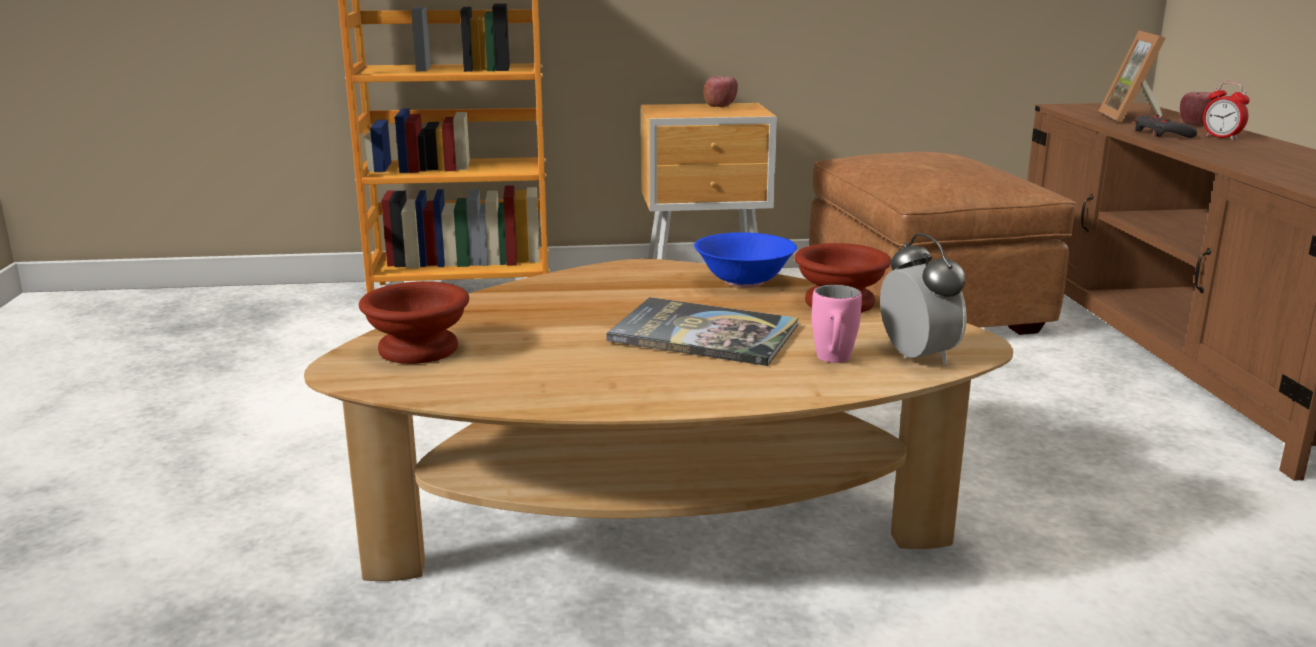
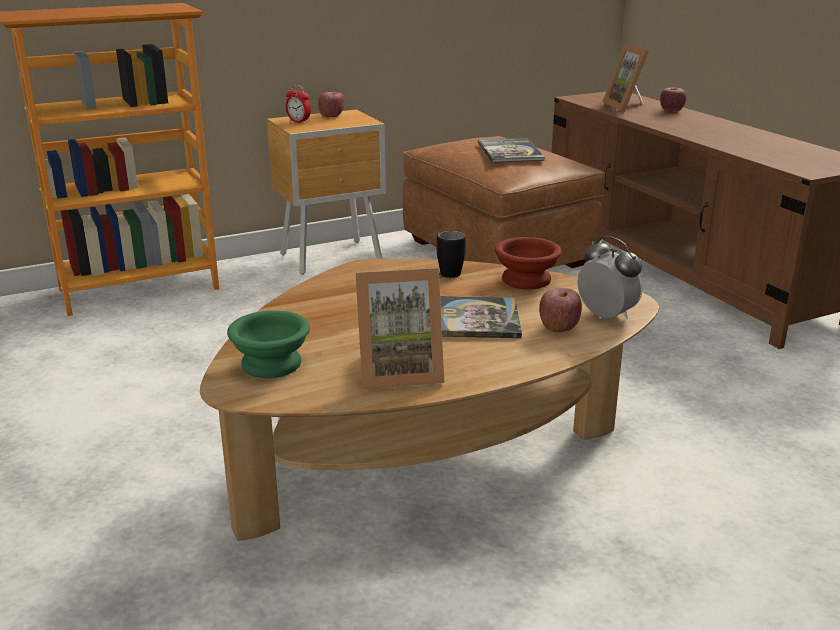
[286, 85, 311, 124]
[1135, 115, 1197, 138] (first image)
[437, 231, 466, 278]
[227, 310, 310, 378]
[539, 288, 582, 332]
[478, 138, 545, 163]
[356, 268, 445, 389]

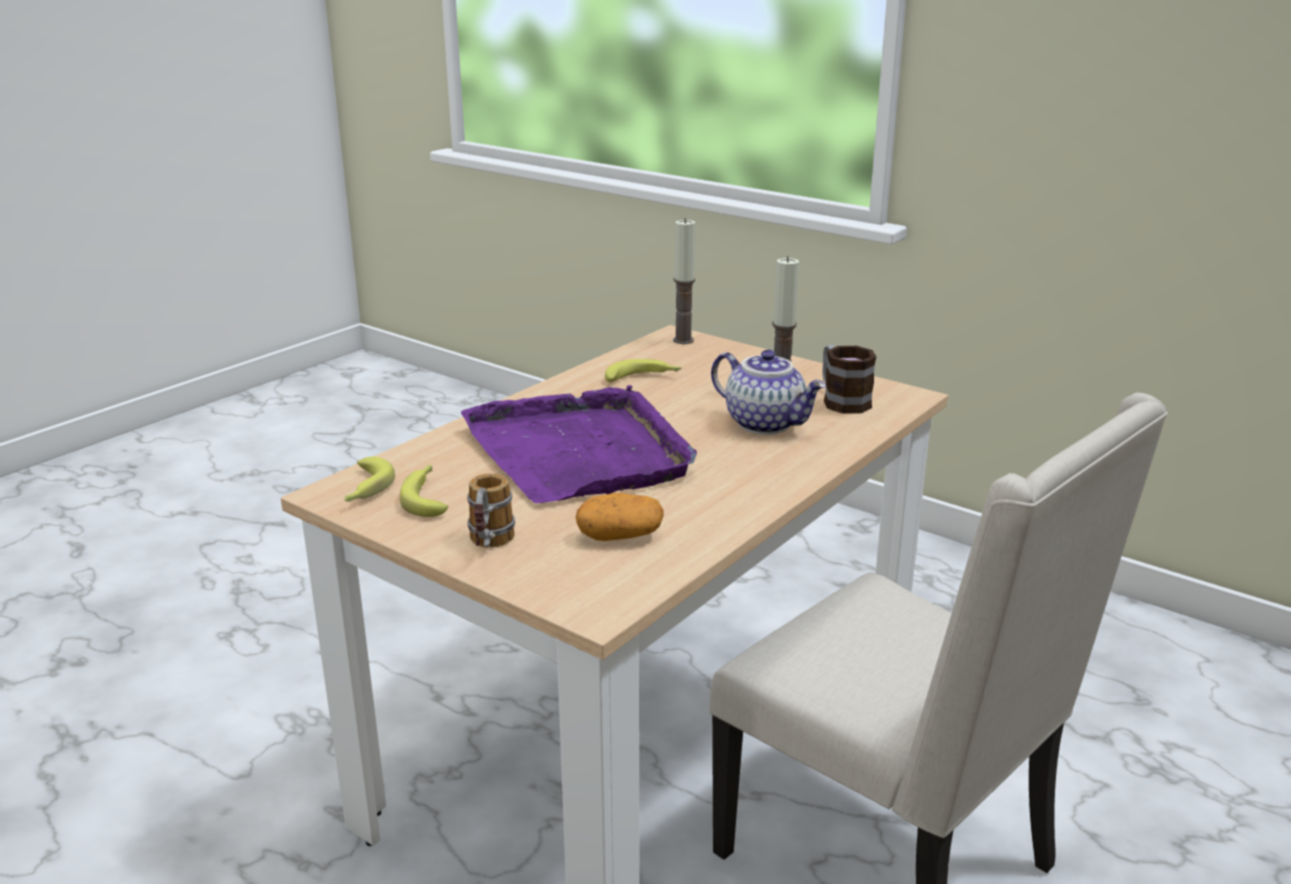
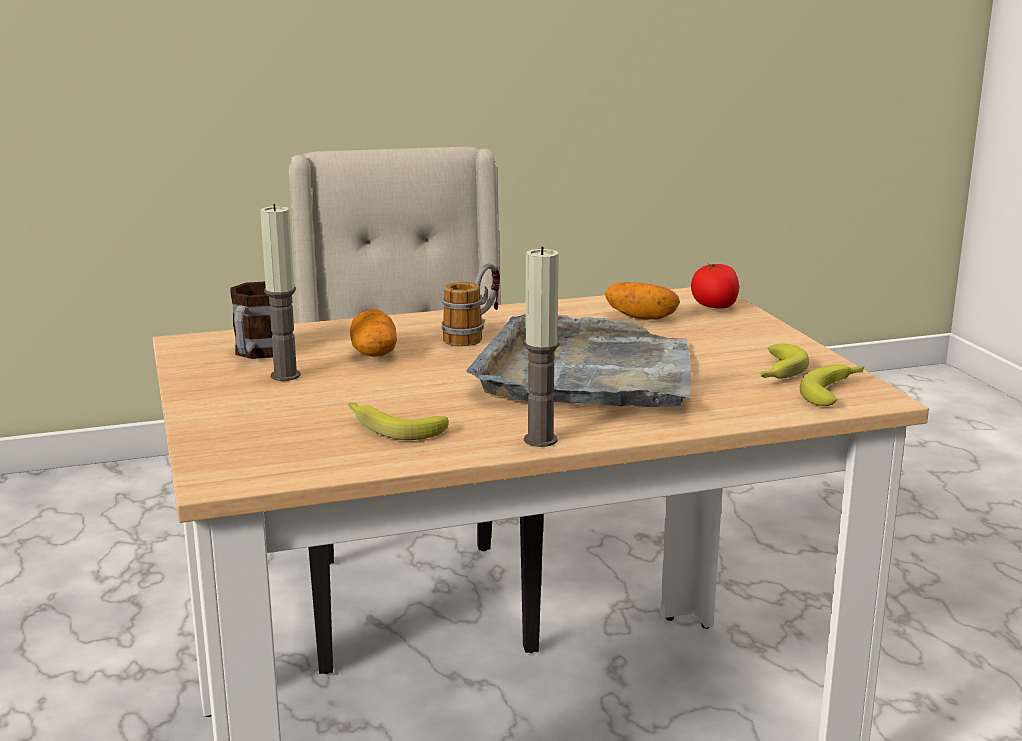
[524, 246, 559, 447]
[350, 309, 397, 357]
[466, 314, 691, 407]
[441, 263, 500, 346]
[691, 264, 739, 309]

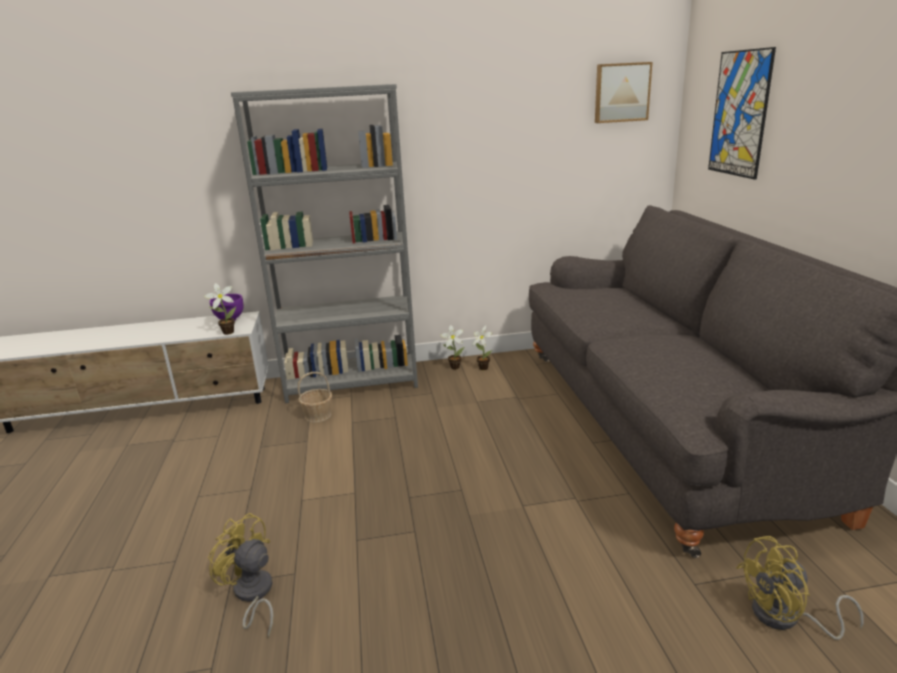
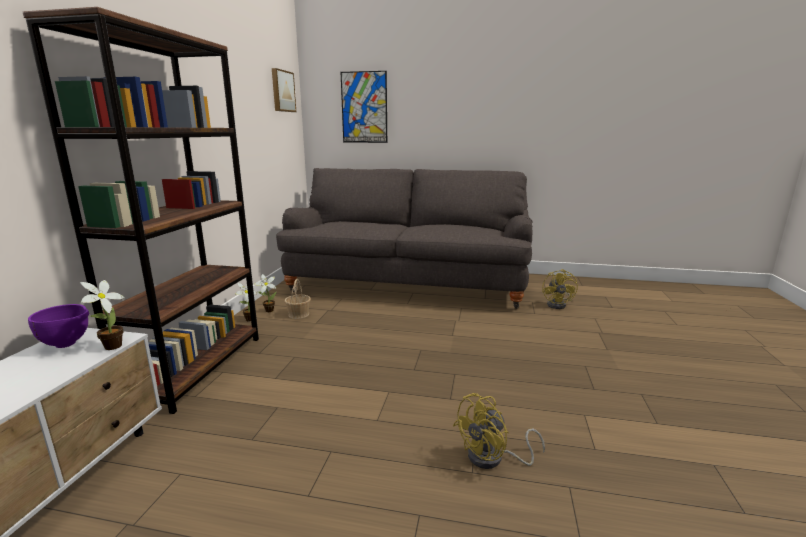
[22, 7, 259, 414]
[285, 279, 311, 319]

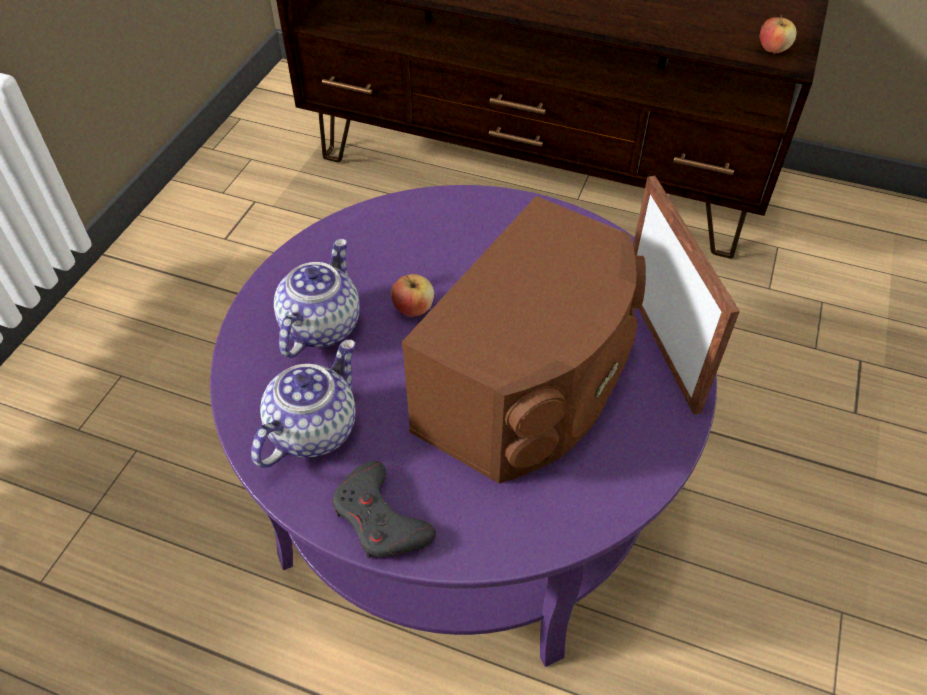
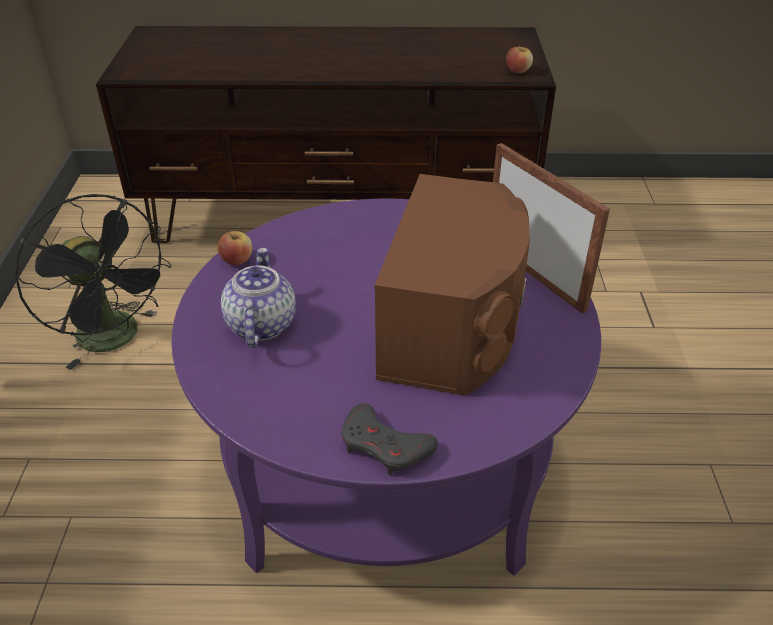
[217, 231, 252, 265]
[251, 339, 356, 468] (first image)
[15, 194, 172, 370]

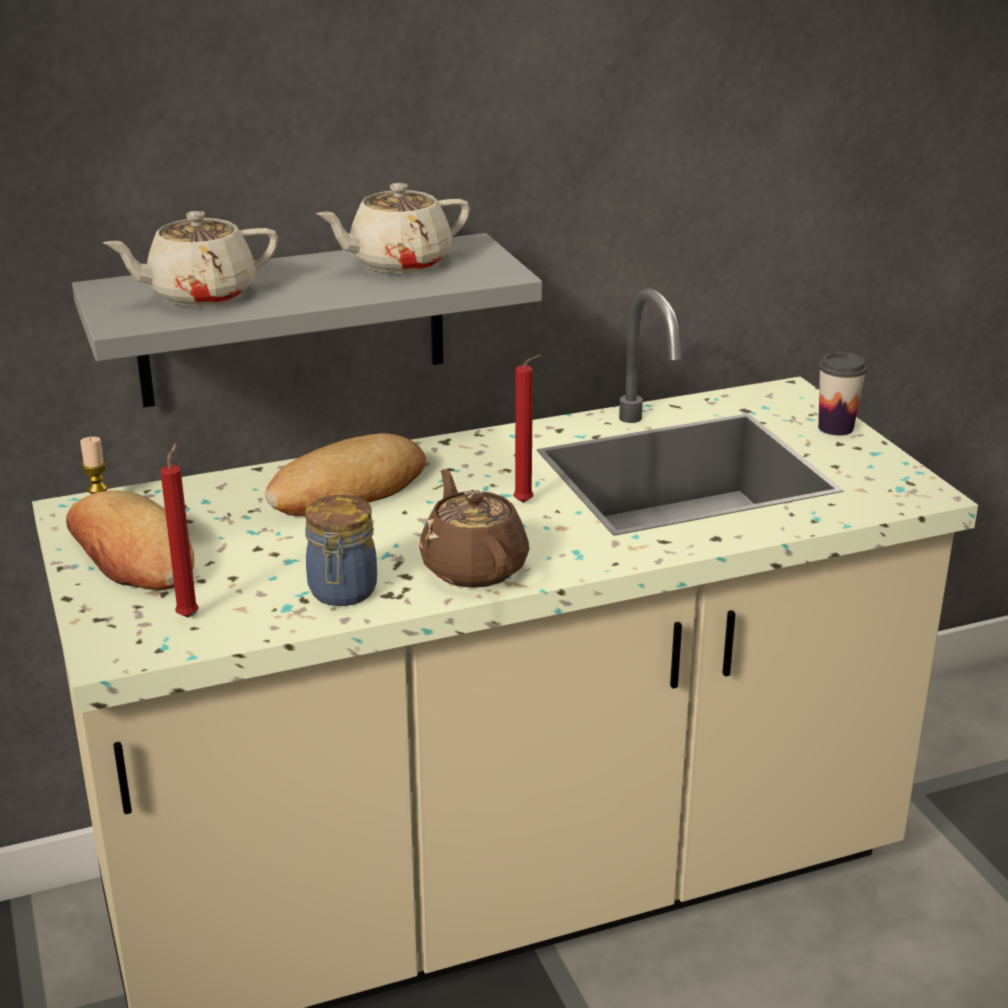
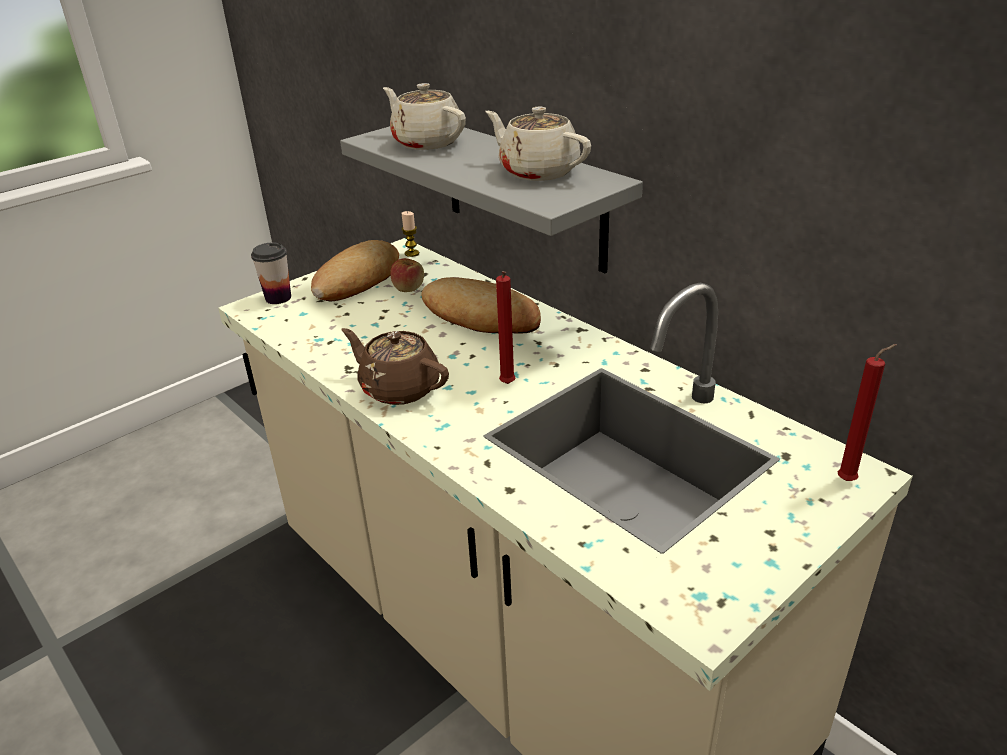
[251, 242, 291, 304]
[838, 344, 897, 481]
[342, 328, 449, 405]
[305, 495, 377, 606] (first image)
[390, 258, 424, 292]

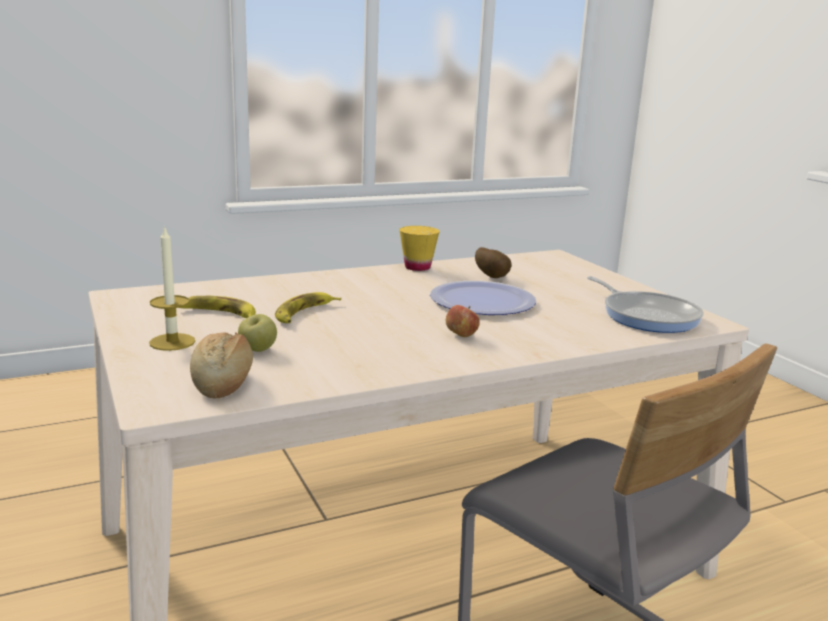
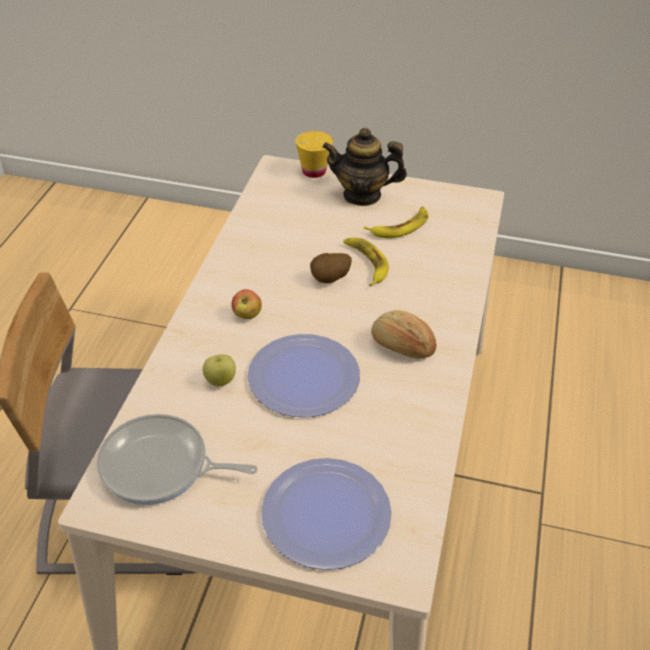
[322, 128, 407, 206]
[296, 131, 333, 178]
[310, 253, 352, 283]
[203, 354, 236, 386]
[371, 310, 436, 358]
[261, 458, 392, 570]

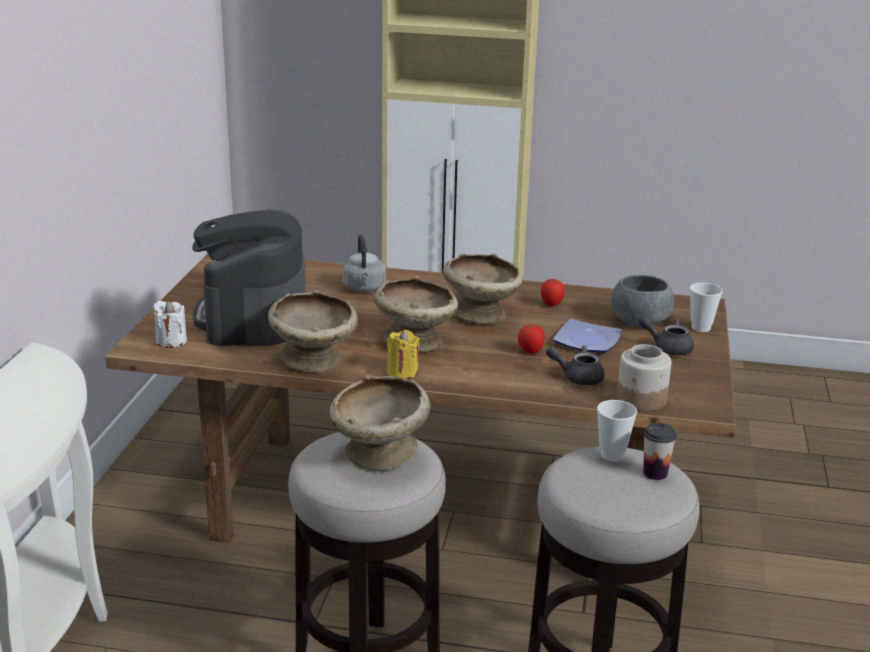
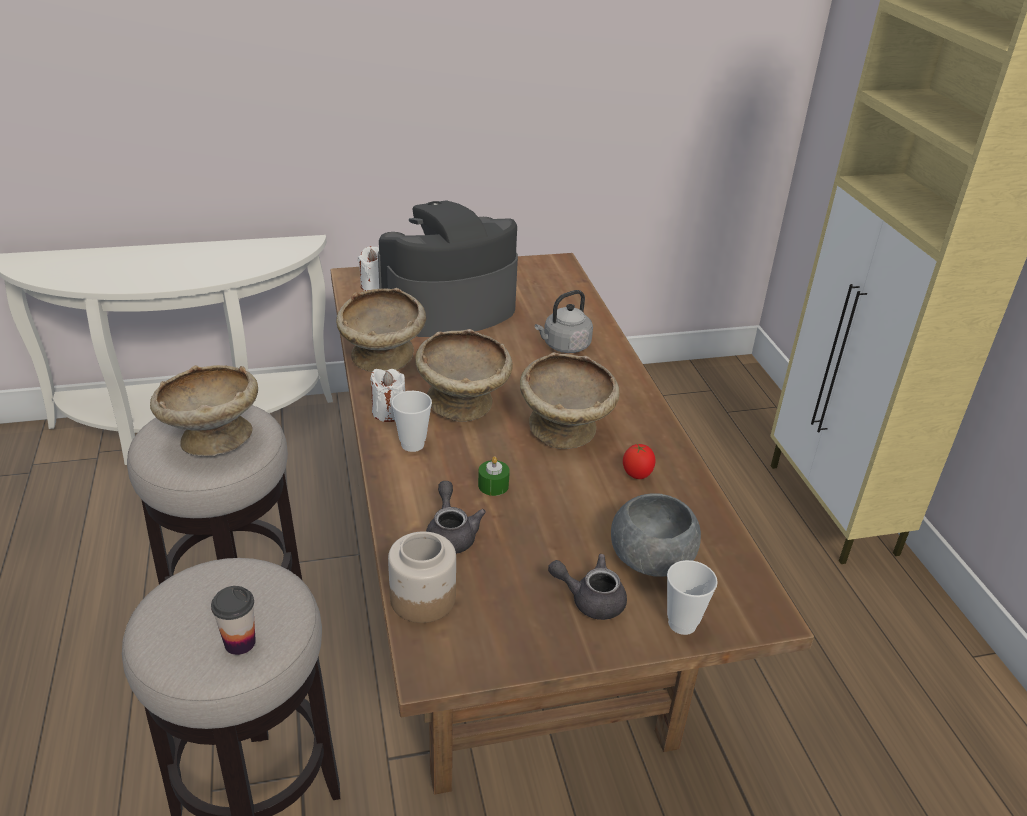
[548, 554, 627, 620]
[553, 319, 622, 353] (first image)
[478, 456, 510, 496]
[370, 369, 405, 422]
[391, 391, 432, 452]

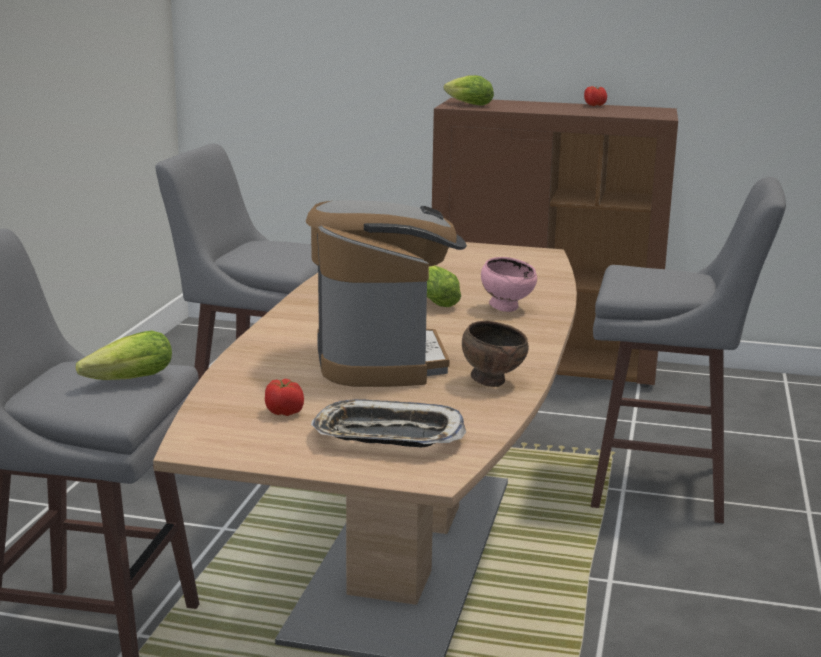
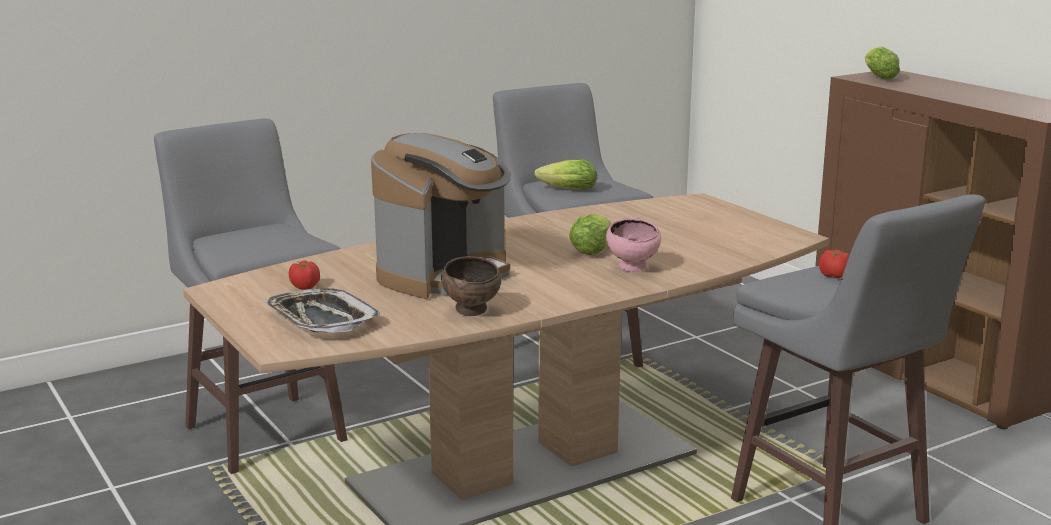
[819, 250, 849, 278]
[534, 159, 597, 190]

